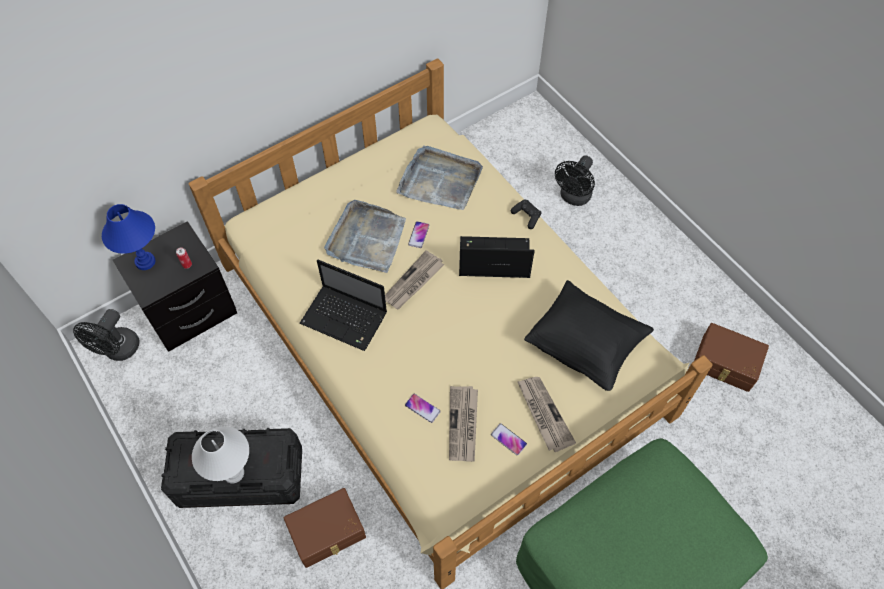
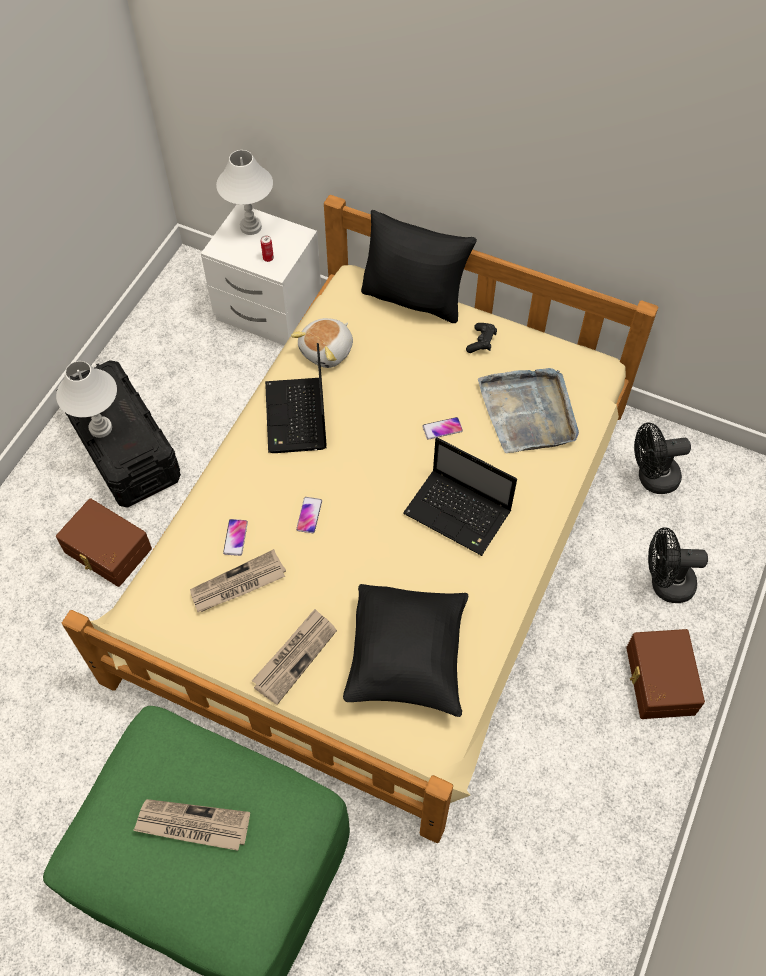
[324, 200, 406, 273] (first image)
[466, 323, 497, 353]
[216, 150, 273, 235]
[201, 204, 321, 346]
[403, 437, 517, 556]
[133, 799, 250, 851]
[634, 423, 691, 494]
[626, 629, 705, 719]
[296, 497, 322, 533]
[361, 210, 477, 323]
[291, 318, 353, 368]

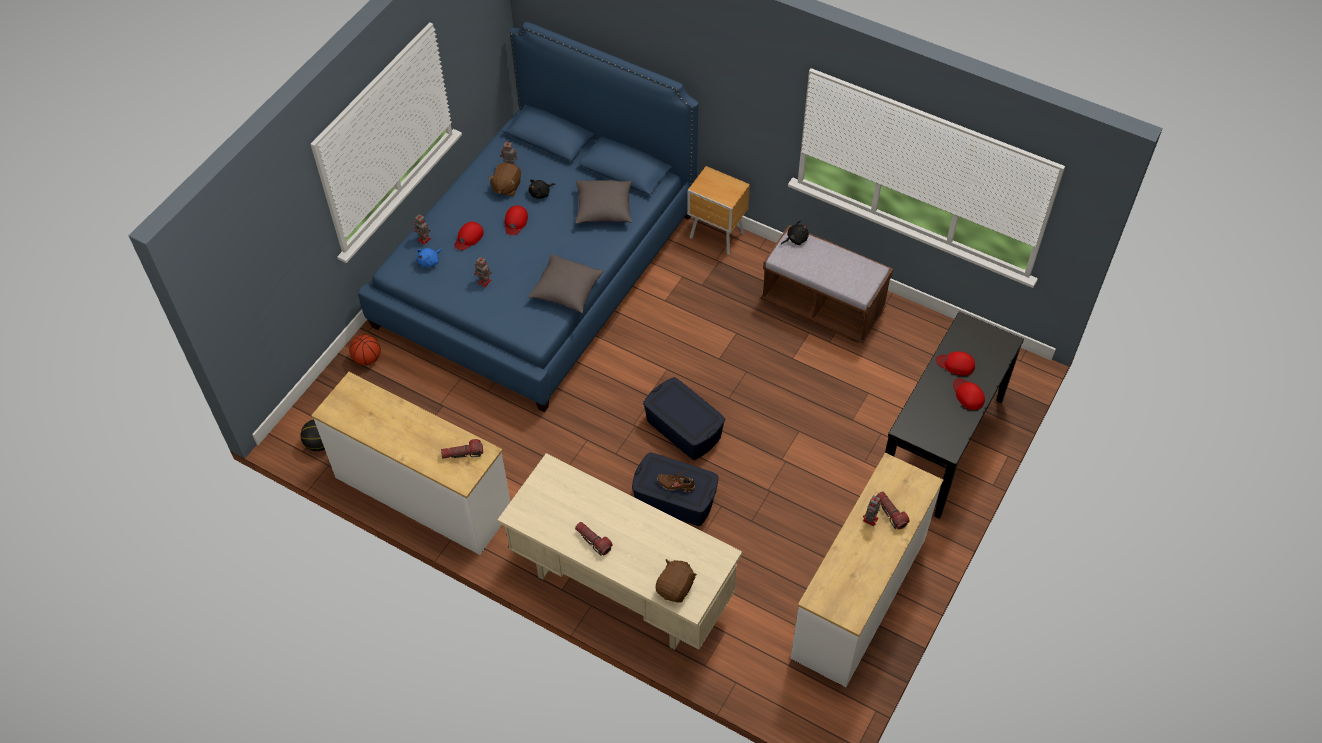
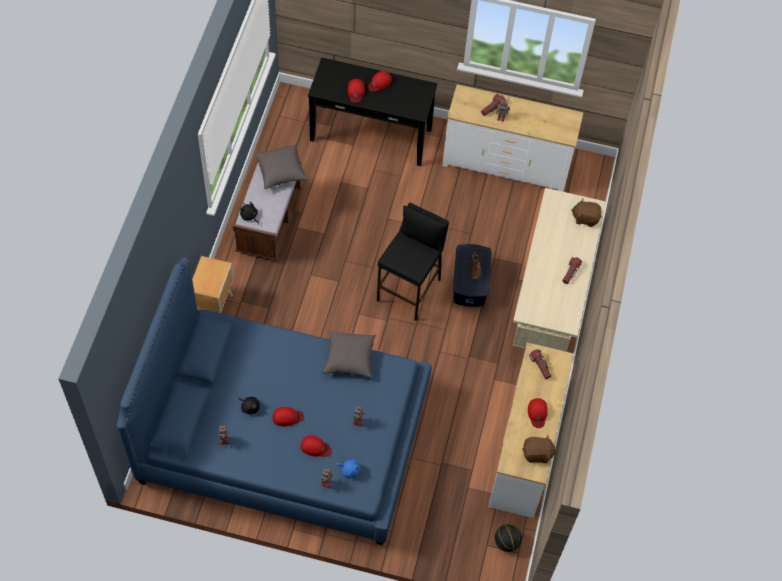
[522, 435, 557, 463]
[255, 144, 308, 189]
[349, 335, 381, 365] (first image)
[377, 203, 449, 321]
[528, 398, 548, 428]

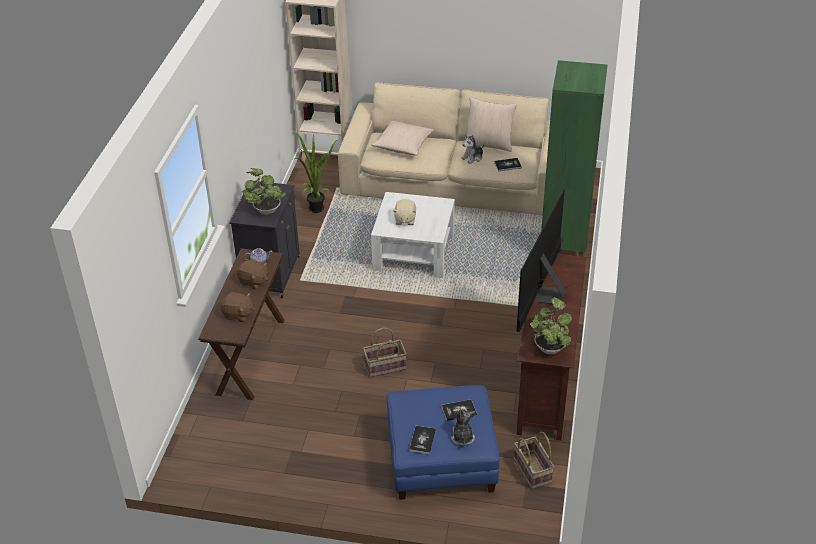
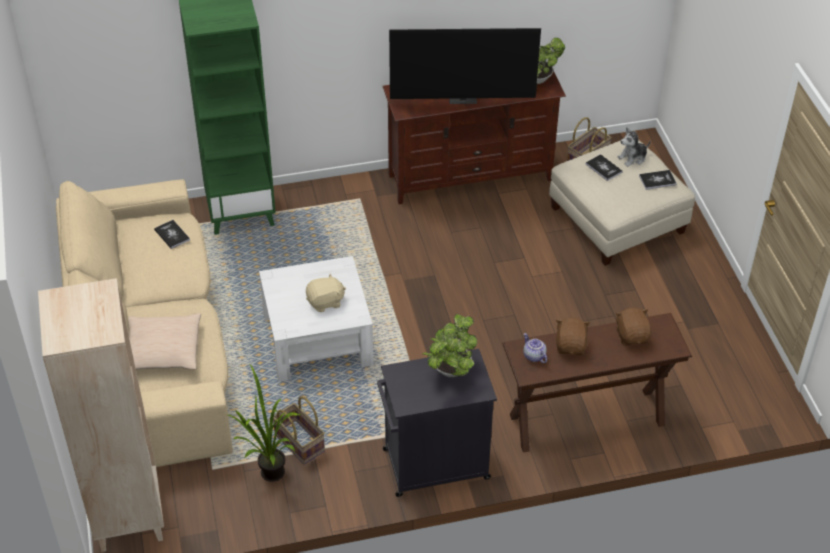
[464, 97, 517, 152] (first image)
[461, 134, 484, 164] (first image)
[273, 396, 325, 464]
[549, 140, 695, 266]

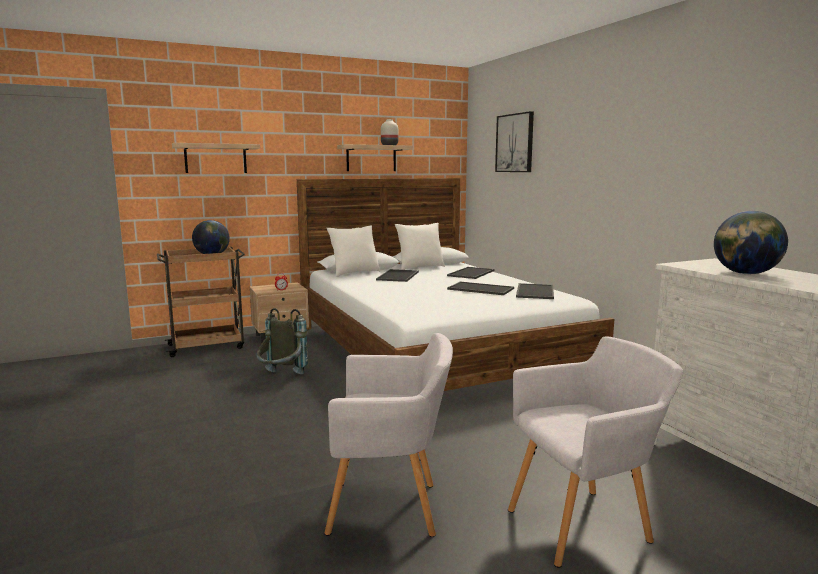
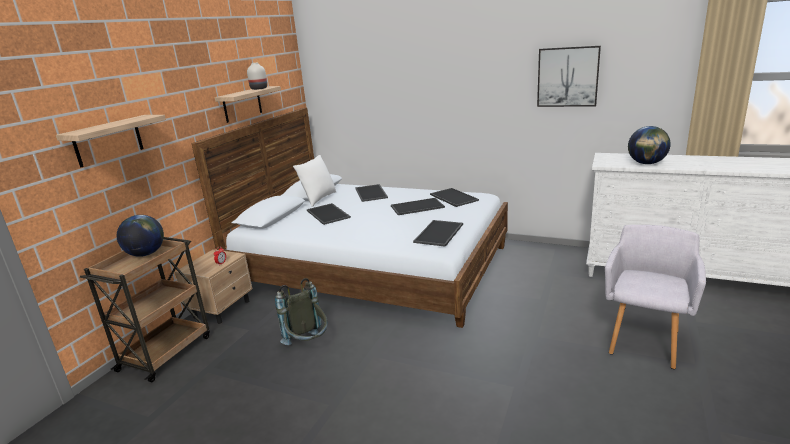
[537, 46, 601, 107]
[327, 225, 381, 277] (first image)
[324, 333, 453, 537] (first image)
[413, 220, 463, 247]

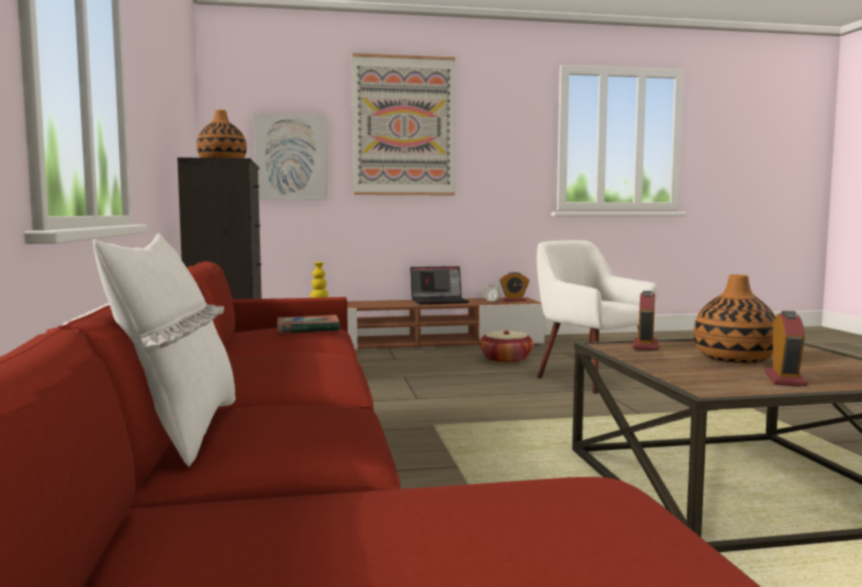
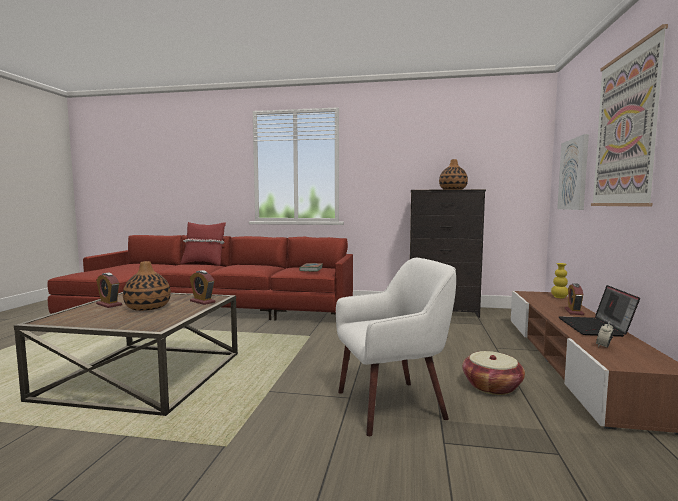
[181, 222, 226, 266]
[565, 283, 584, 315]

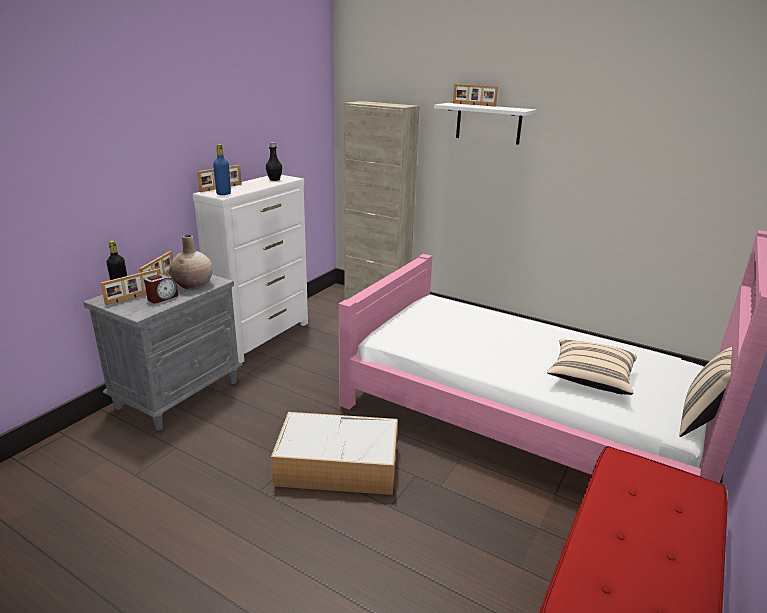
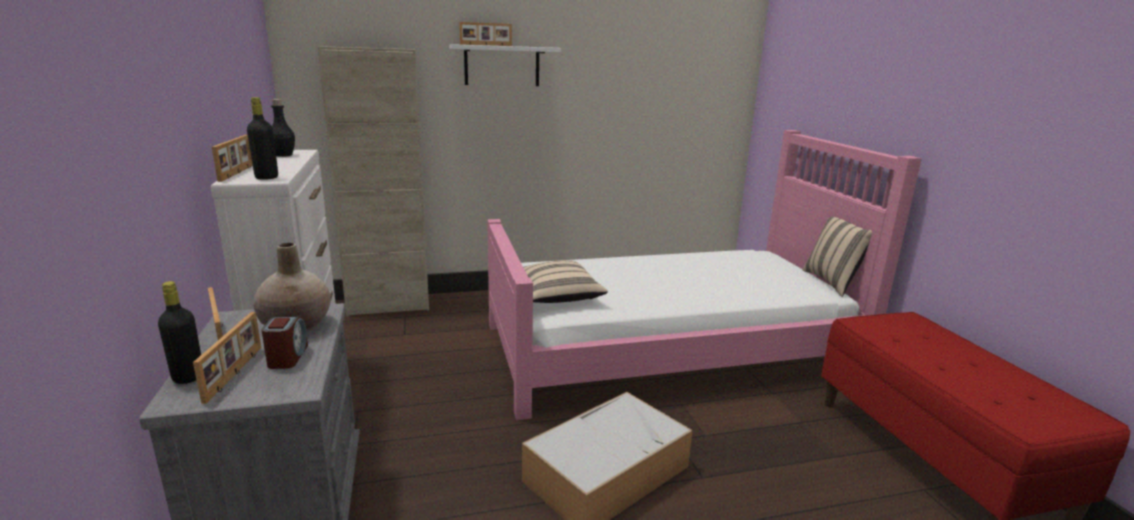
[247, 97, 278, 180]
[523, 260, 608, 303]

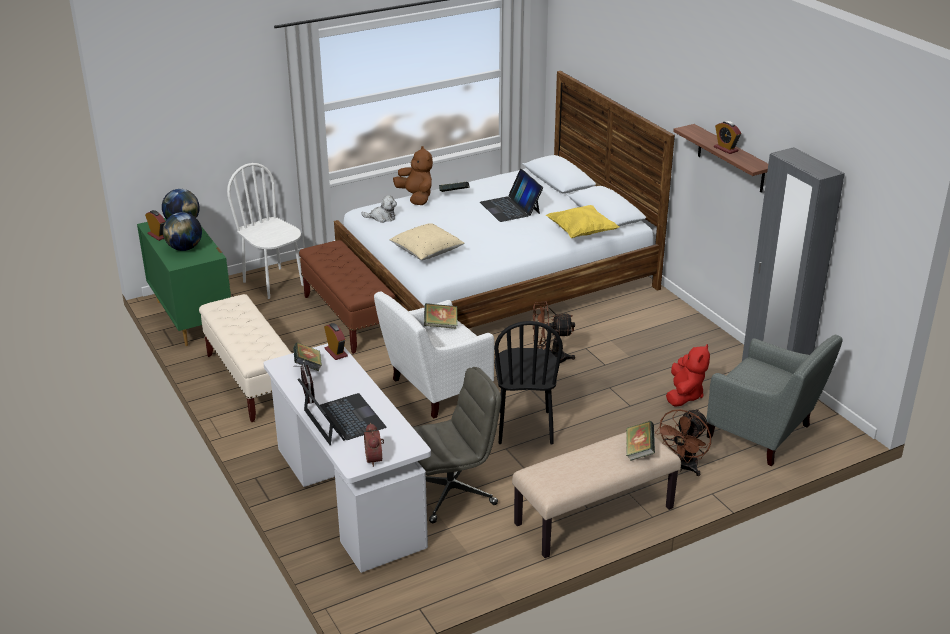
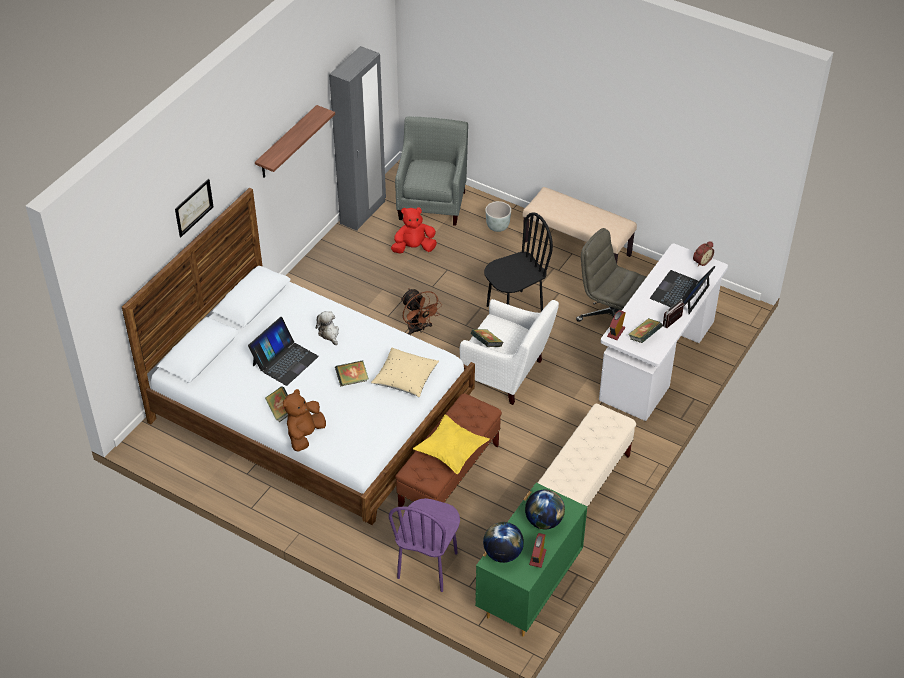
[714, 121, 741, 154] (first image)
[389, 498, 460, 592]
[316, 311, 339, 345]
[413, 414, 490, 474]
[485, 201, 511, 232]
[335, 360, 369, 387]
[175, 179, 214, 237]

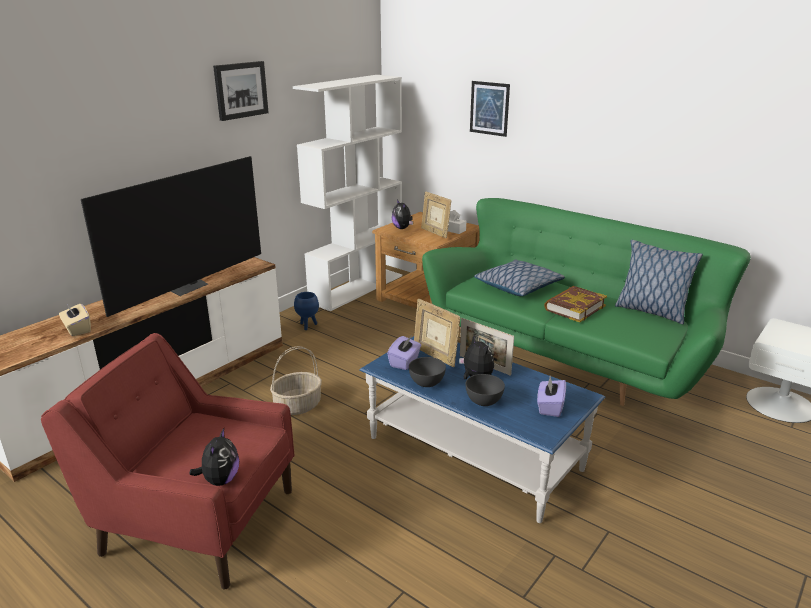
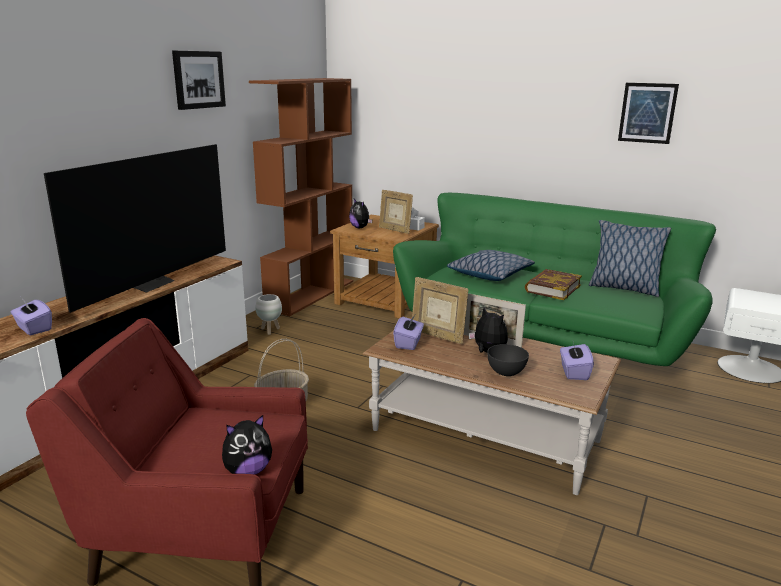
[249, 78, 353, 316]
[618, 83, 679, 144]
[255, 294, 282, 335]
[11, 299, 52, 335]
[363, 317, 621, 495]
[409, 357, 446, 387] (first image)
[222, 415, 272, 475]

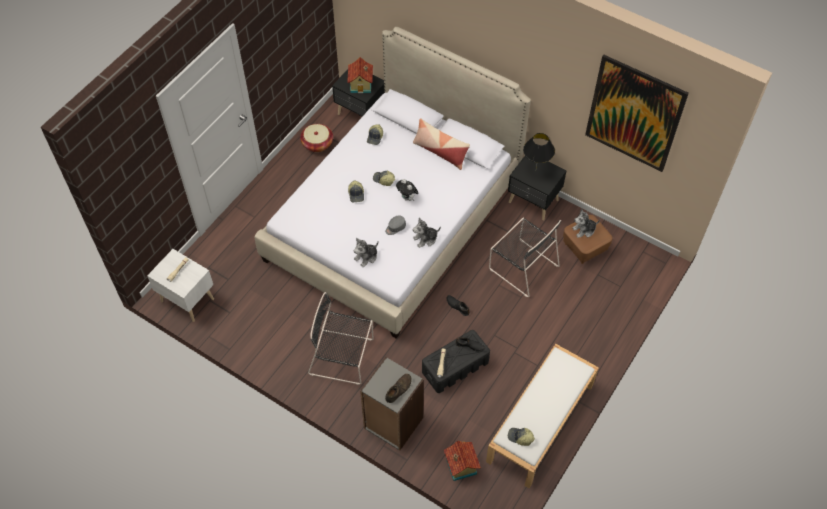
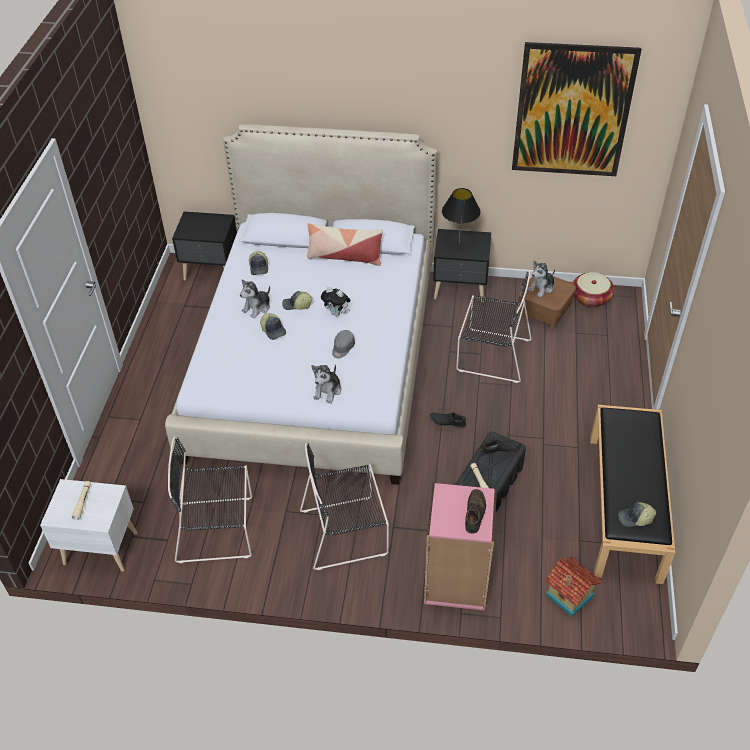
[347, 57, 373, 93] (first image)
[572, 272, 614, 307]
[240, 279, 270, 319]
[590, 405, 675, 584]
[424, 483, 497, 611]
[168, 436, 252, 563]

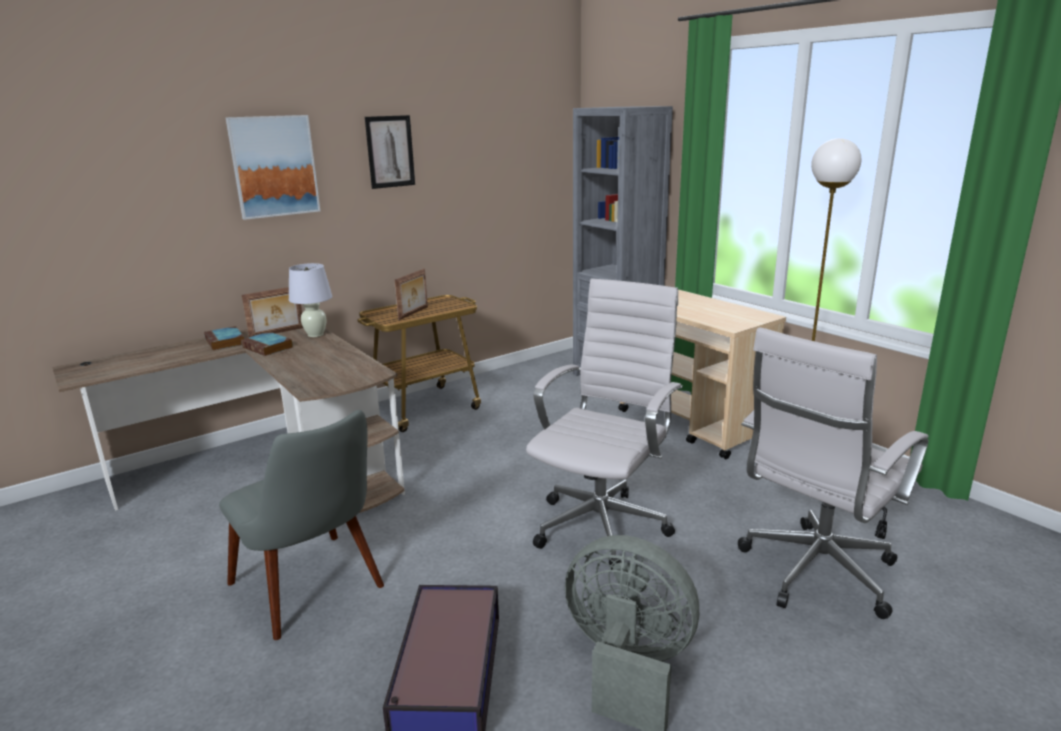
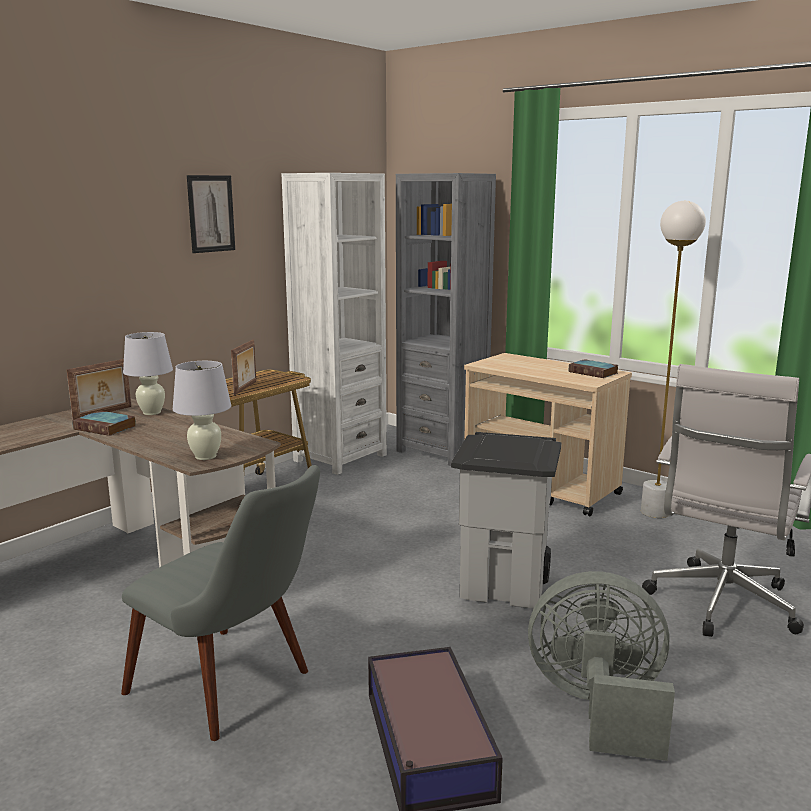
[225, 115, 320, 220] (first image)
[451, 432, 562, 608]
[569, 359, 618, 378]
[281, 173, 387, 475]
[173, 361, 231, 460]

